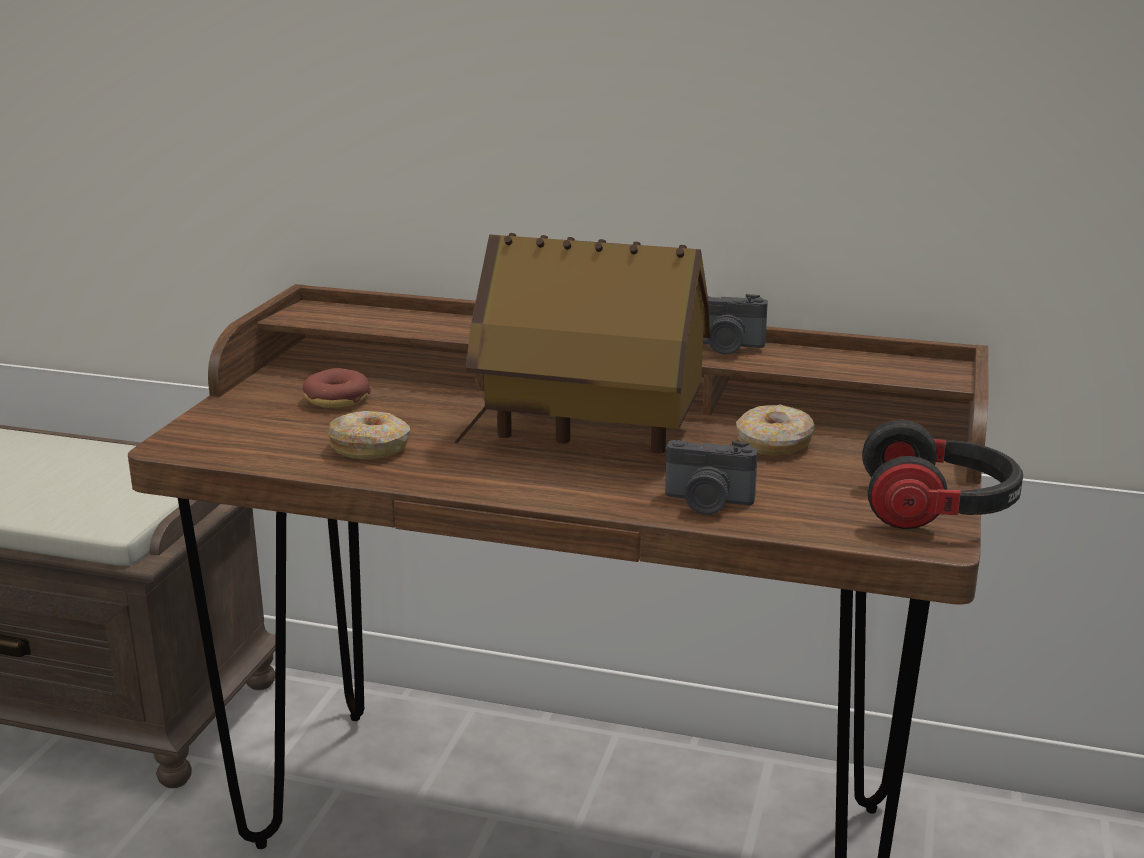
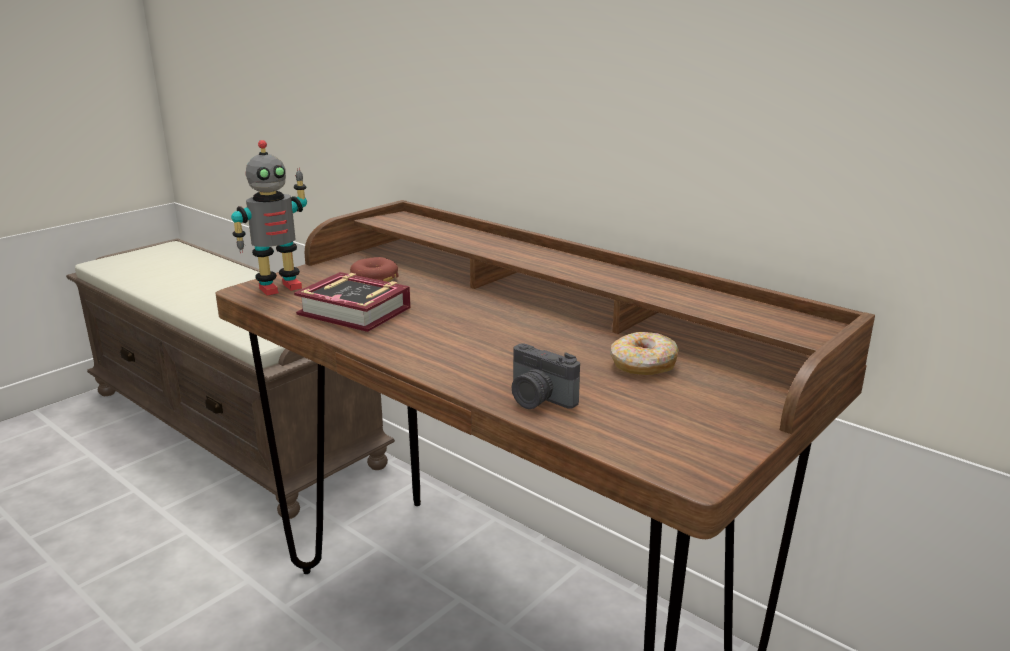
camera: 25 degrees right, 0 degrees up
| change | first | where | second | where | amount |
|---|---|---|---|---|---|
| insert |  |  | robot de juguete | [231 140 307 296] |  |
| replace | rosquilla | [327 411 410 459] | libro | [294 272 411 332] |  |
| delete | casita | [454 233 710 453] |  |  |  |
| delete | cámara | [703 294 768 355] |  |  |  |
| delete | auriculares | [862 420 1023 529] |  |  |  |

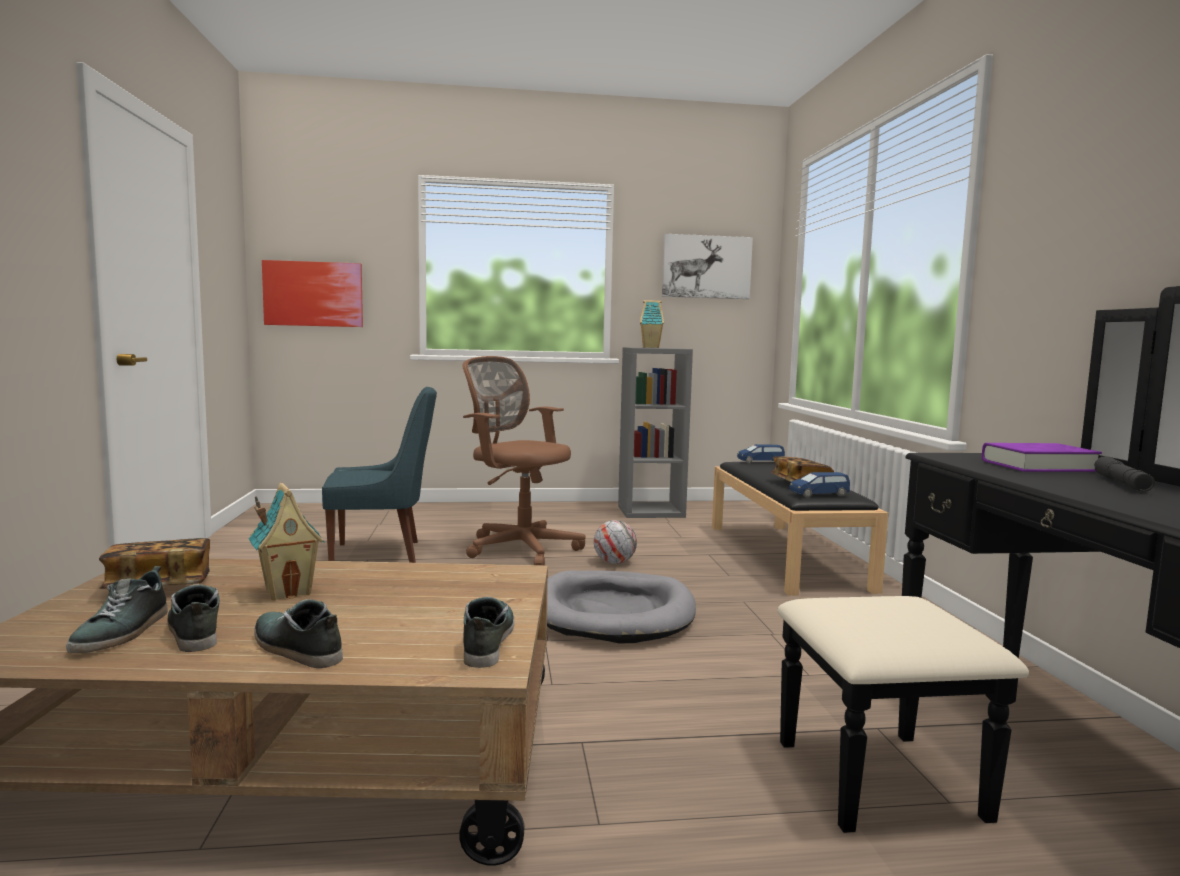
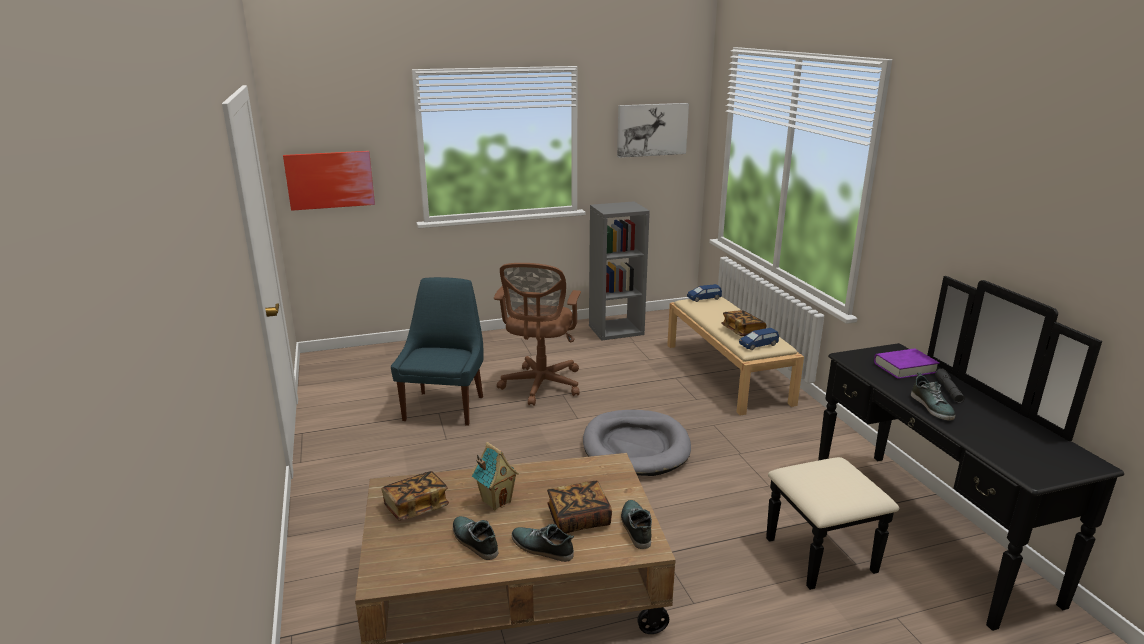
camera: 10 degrees left, 15 degrees up
| change | first | where | second | where | amount |
|---|---|---|---|---|---|
| rotate | silla [azul] | [322 387 437 563] |  | [391 277 484 426] | 60 degrees counterclockwise |
| rotate | silla de oficina [marrón] | [462 356 586 565] |  | [494 263 581 406] | 105 degrees counterclockwise |
| insert |  |  | libro | [547 481 612 534] |  |
| recolor | banco [negro] | [712 462 888 596] | banco [beis] | [667 297 804 416] |  |
| move | zapato | [66 566 168 653] |  | [911 372 955 420] |  |
| delete | balón de fútbol | [594 520 637 564] |  |  |  |
| delete | casita | [640 300 664 348] |  |  |  |

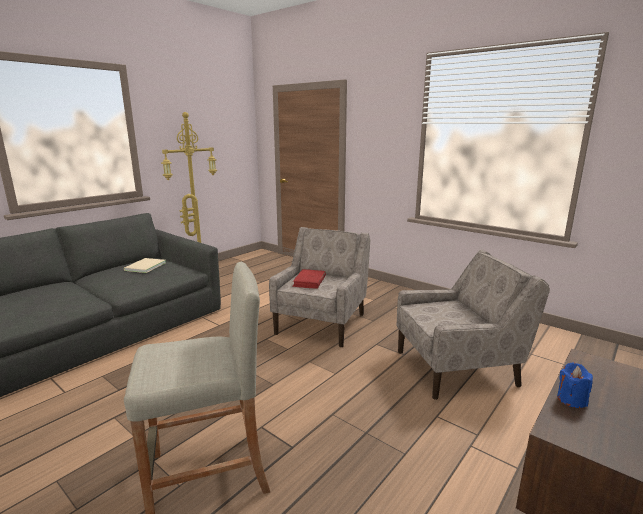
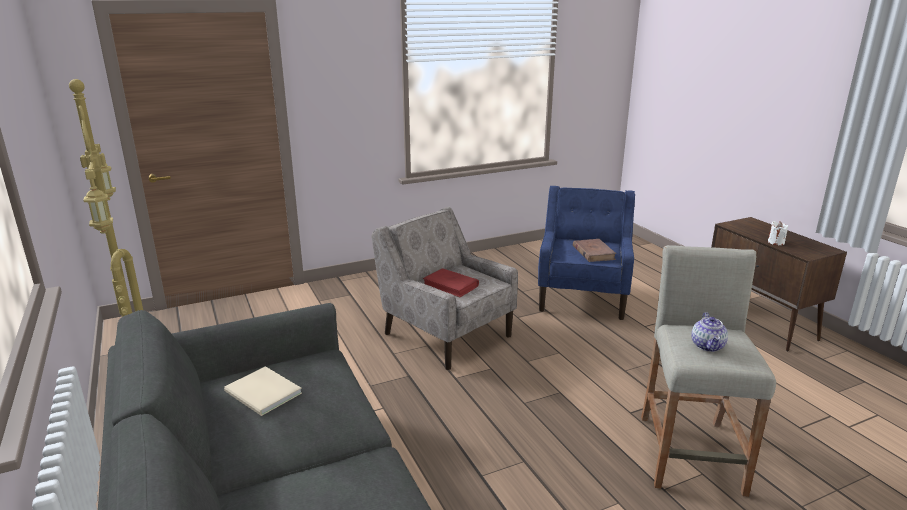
camera: 65 degrees left, 5 degrees up
| change | first | where | second | where | amount |
|---|---|---|---|---|---|
| recolor | sillón [beis] | [396 250 550 400] | sillón [azul] | [538 186 635 320] |  |
| insert |  |  | libro [marrón] | [573 239 616 262] |  |
| insert |  |  | tetera | [691 312 728 352] |  |
| recolor | vela [azul] | [557 363 593 408] | vela [blanco] | [768 221 788 245] |  |

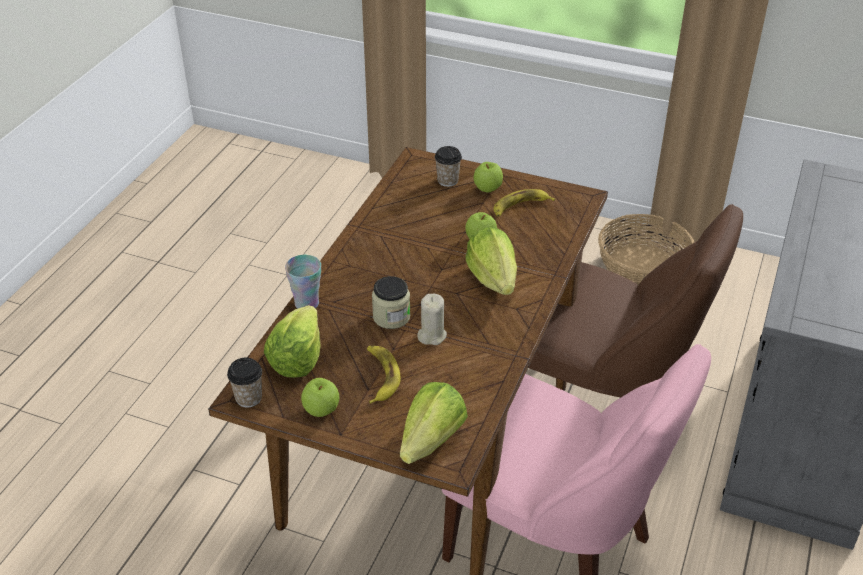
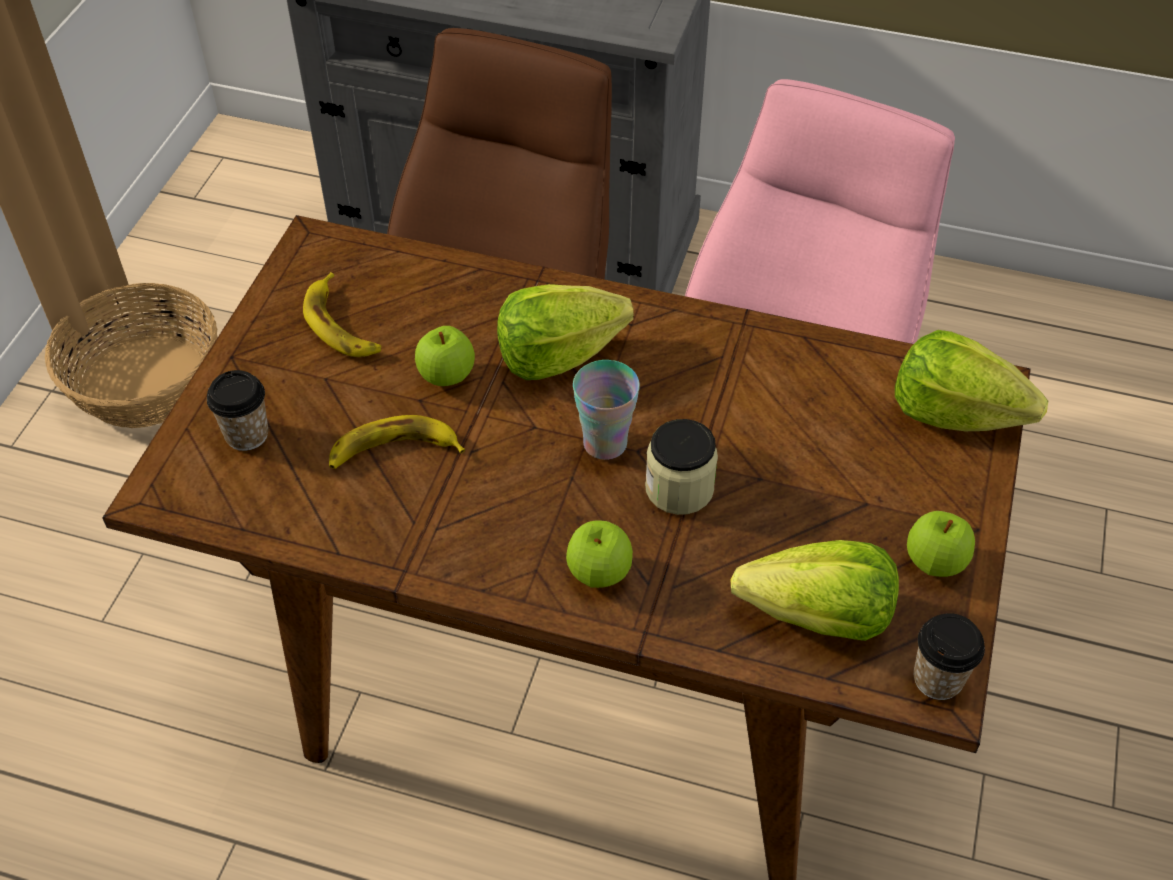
camera: 95 degrees left, 10 degrees up
| change | first | where | second | where | amount |
|---|---|---|---|---|---|
| move | plátano | [367 346 401 404] |  | [329 415 465 469] |  |
| move | manzana | [474 162 503 193] |  | [566 520 633 588] |  |
| move | taza | [285 255 321 309] |  | [573 360 640 460] |  |
| delete | vela [beis] | [417 294 447 345] |  |  |  |

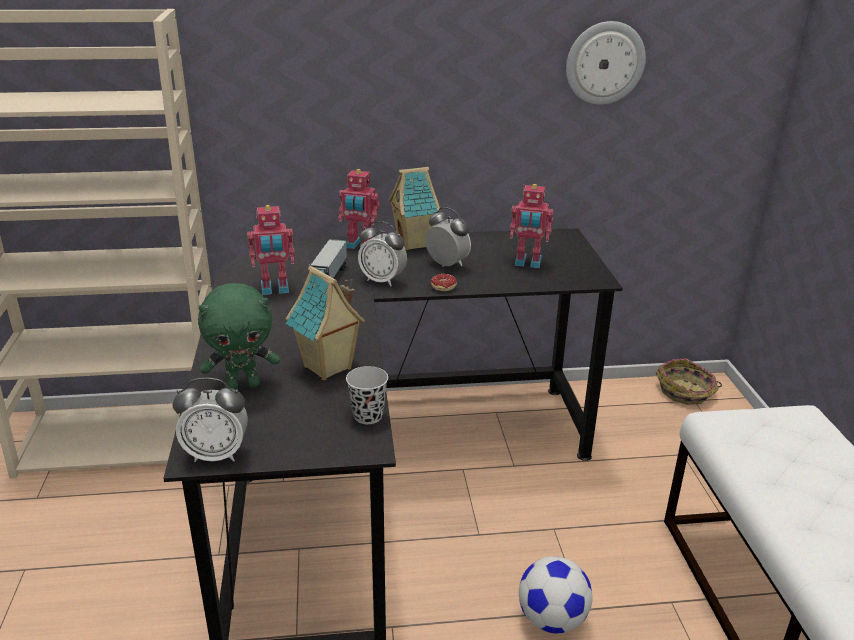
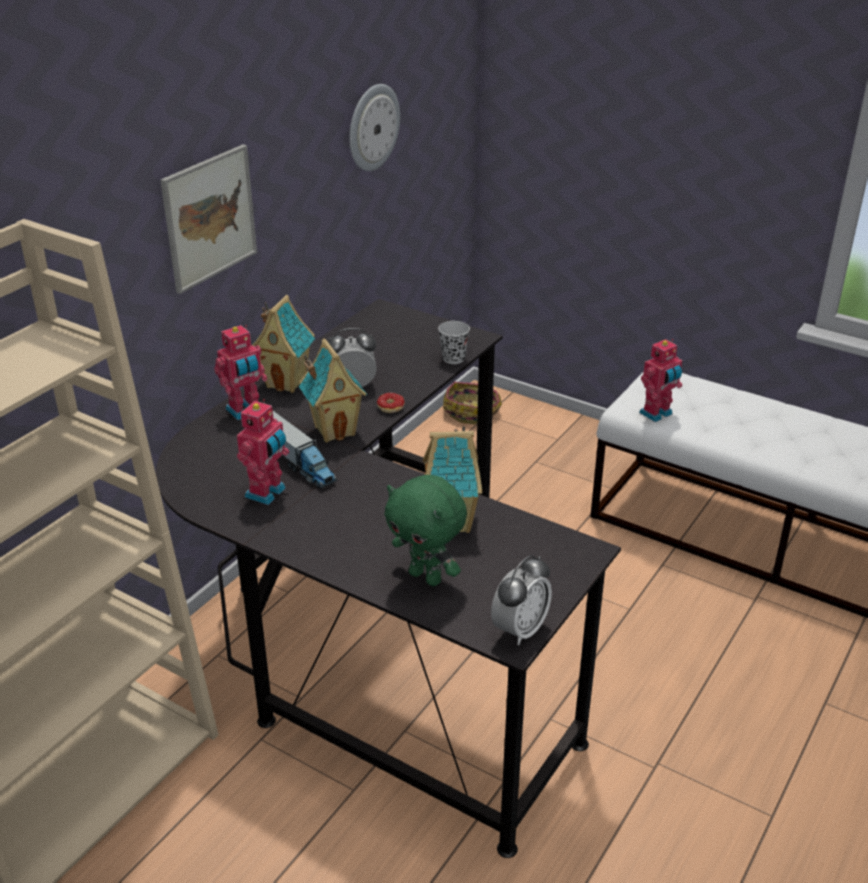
camera: 50 degrees left, 5 degrees up
| change | first | where | second | where | amount |
|---|---|---|---|---|---|
| insert |  |  | cuadro | [160 144 257 294] |  |
| replace | despertador | [358 221 407 286] | casita | [299 339 367 443] |  |
| rotate | peluche [verde] | [198 283 280 389] |  | [385 475 467 586] | 105 degrees clockwise |
| move | taza [negro] | [346 366 388 424] |  | [438 321 470 364] |  |
| move | robot de juguete | [510 184 554 268] |  | [639 339 682 422] |  |
| delete | balón de fútbol | [519 556 592 633] |  |  |  |

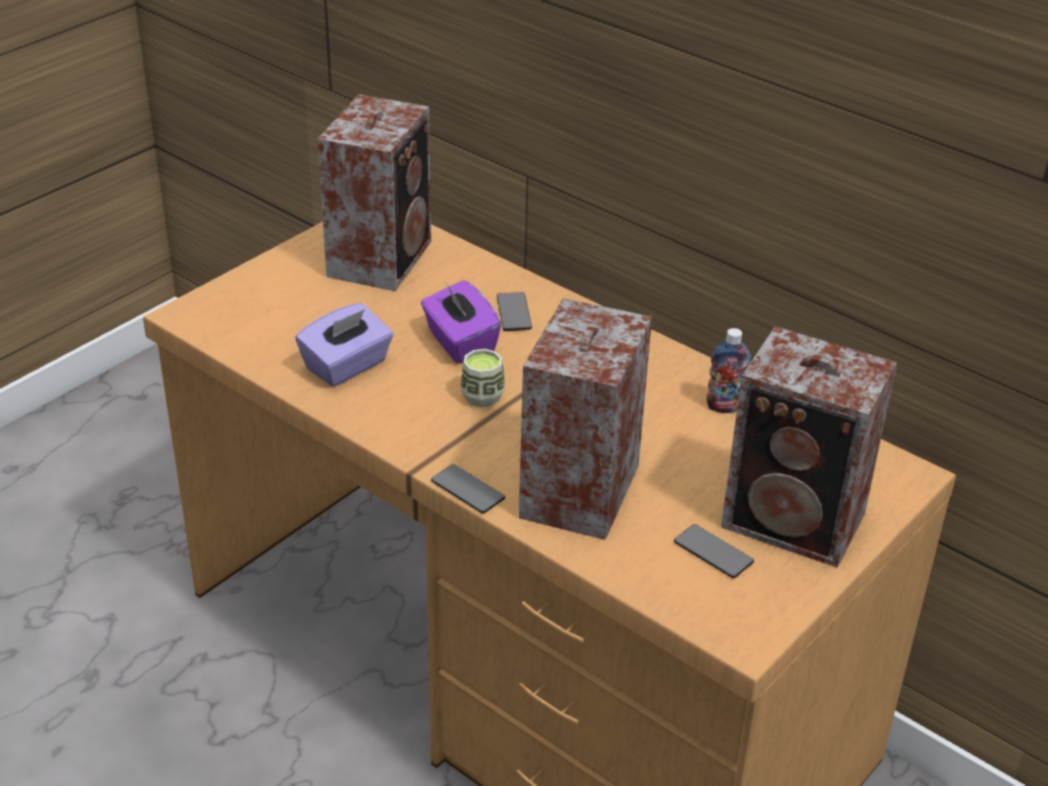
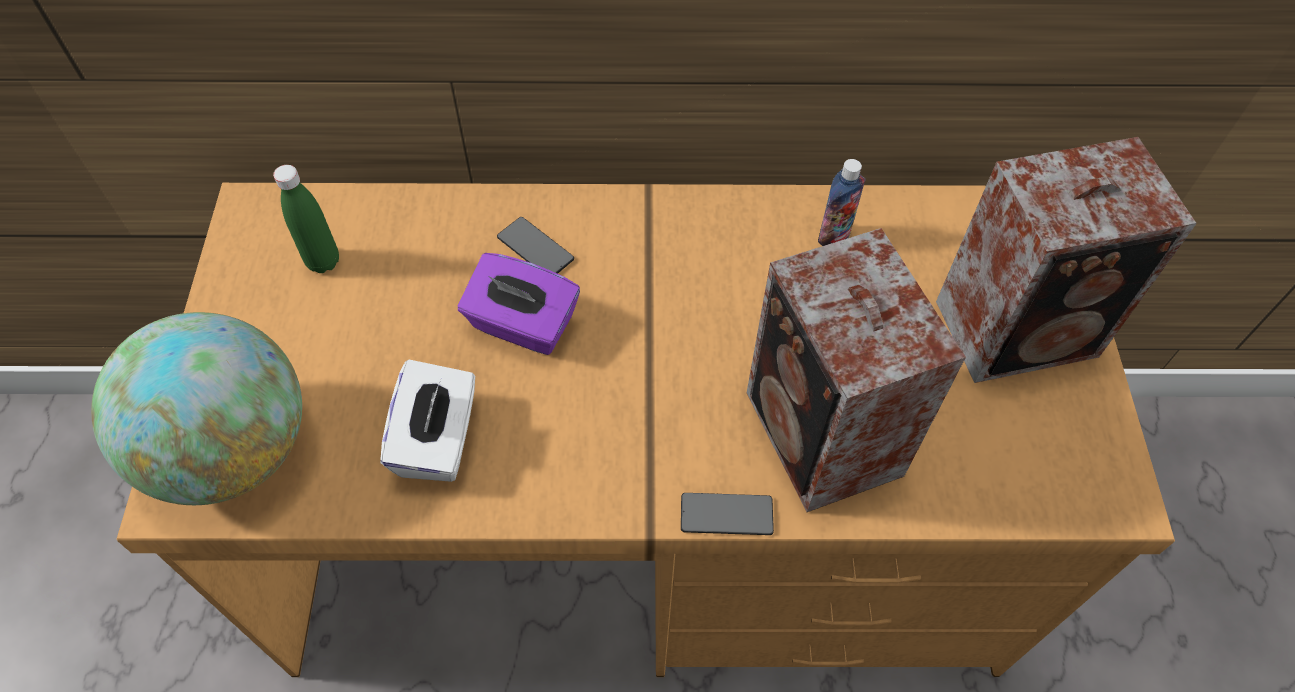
camera: 40 degrees left, 20 degrees up
| change | first | where | second | where | amount |
|---|---|---|---|---|---|
| insert |  |  | globo terráqueo | [91 312 302 505] |  |
| replace | altavoz | [317 94 431 291] | botella [verde] | [273 165 339 273] |  |
| recolor | caja de pañuelos [morado] | [295 303 394 387] | caja de pañuelos [blanco] | [380 360 475 482] |  |
| delete | taza | [460 349 505 407] |  |  |  |
| delete | móvil | [674 524 754 578] |  |  |  |

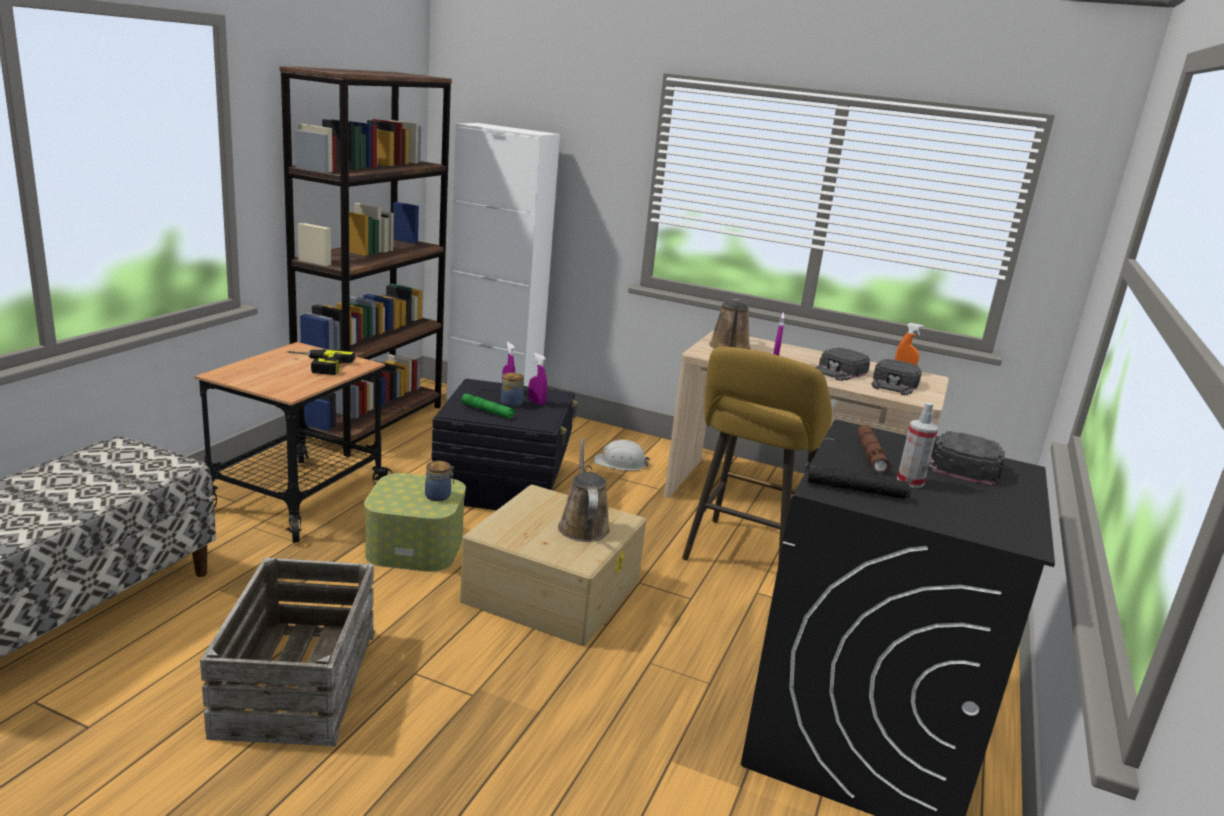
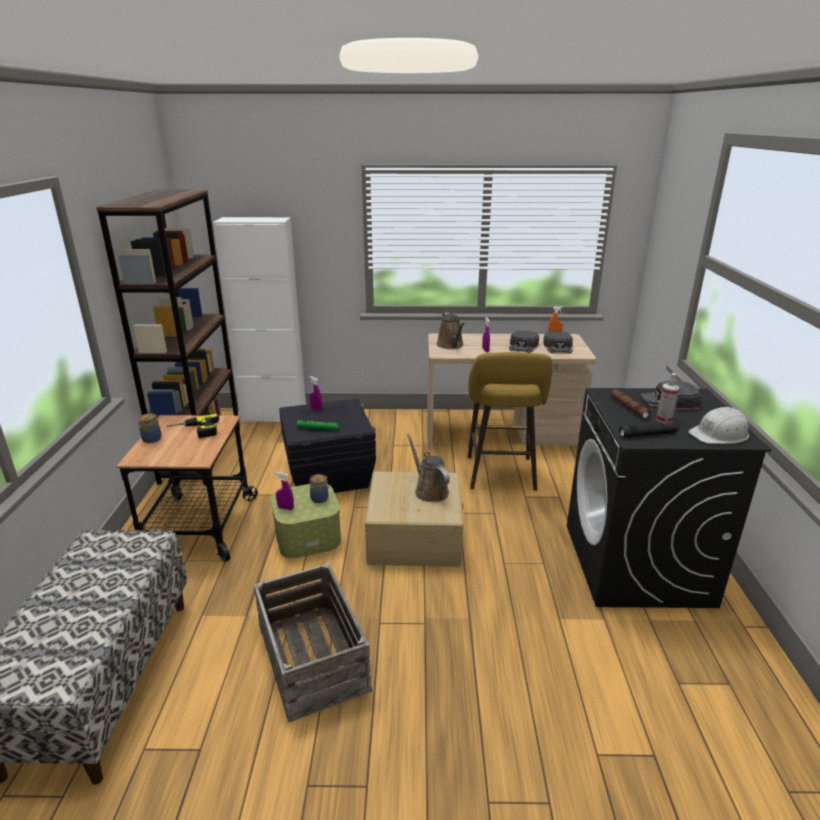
camera: 20 degrees left, 5 degrees up
| change | first | where | second | where | amount |
|---|---|---|---|---|---|
| move | tarro | [501 372 524 407] |  | [137 414 161 443] |  |
| move | pulverizador [morado] | [529 353 547 405] |  | [275 472 294 510] |  |
| move | casco [blanco] | [594 440 650 471] |  | [688 407 749 444] |  |

